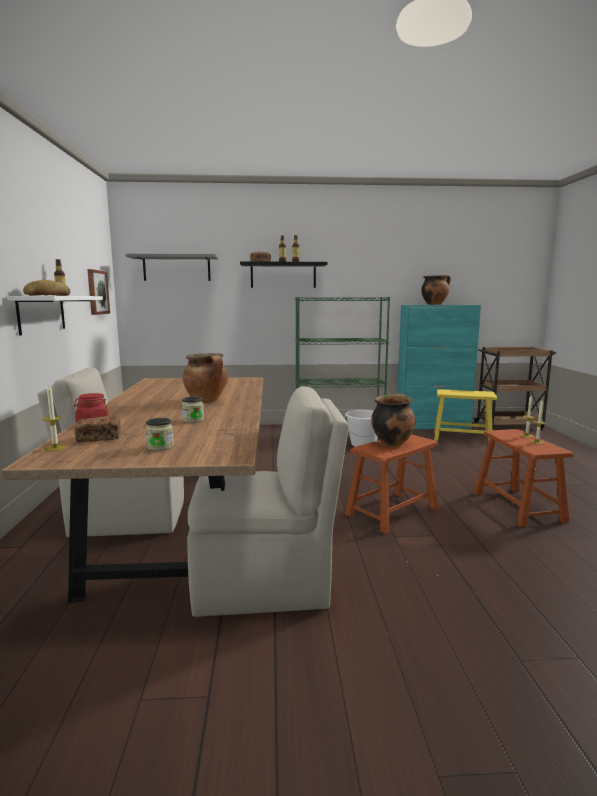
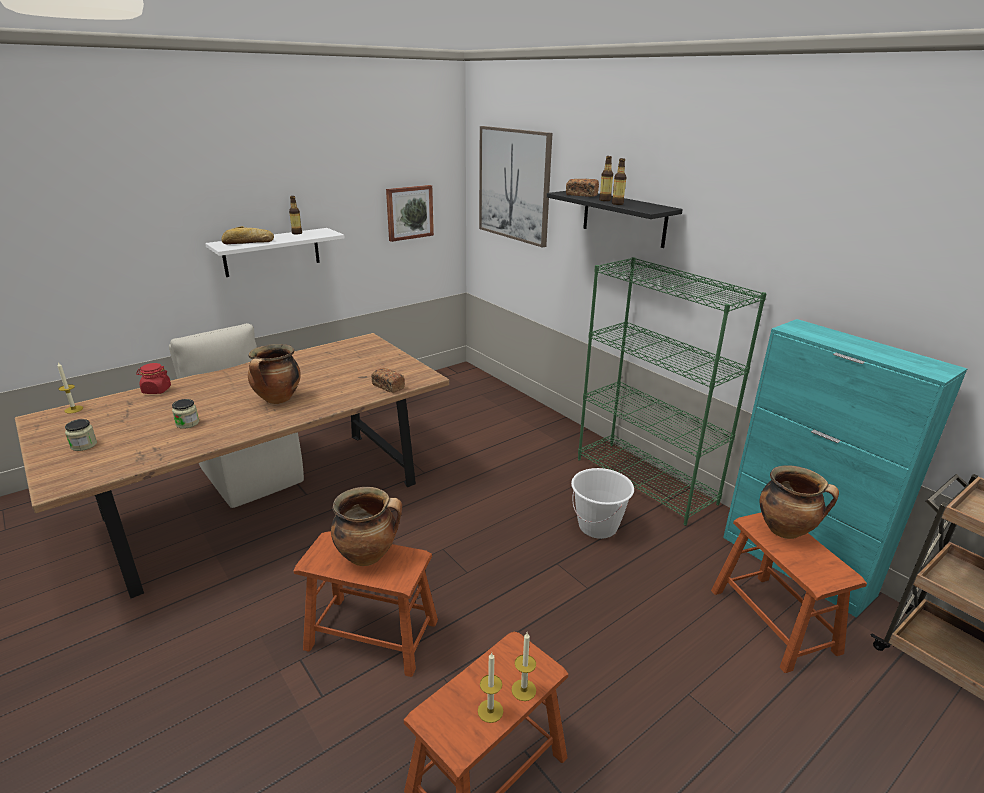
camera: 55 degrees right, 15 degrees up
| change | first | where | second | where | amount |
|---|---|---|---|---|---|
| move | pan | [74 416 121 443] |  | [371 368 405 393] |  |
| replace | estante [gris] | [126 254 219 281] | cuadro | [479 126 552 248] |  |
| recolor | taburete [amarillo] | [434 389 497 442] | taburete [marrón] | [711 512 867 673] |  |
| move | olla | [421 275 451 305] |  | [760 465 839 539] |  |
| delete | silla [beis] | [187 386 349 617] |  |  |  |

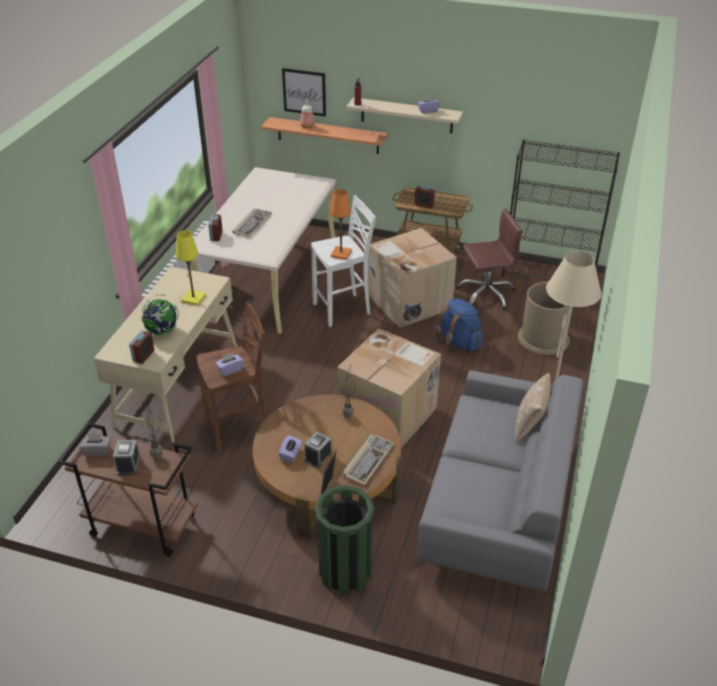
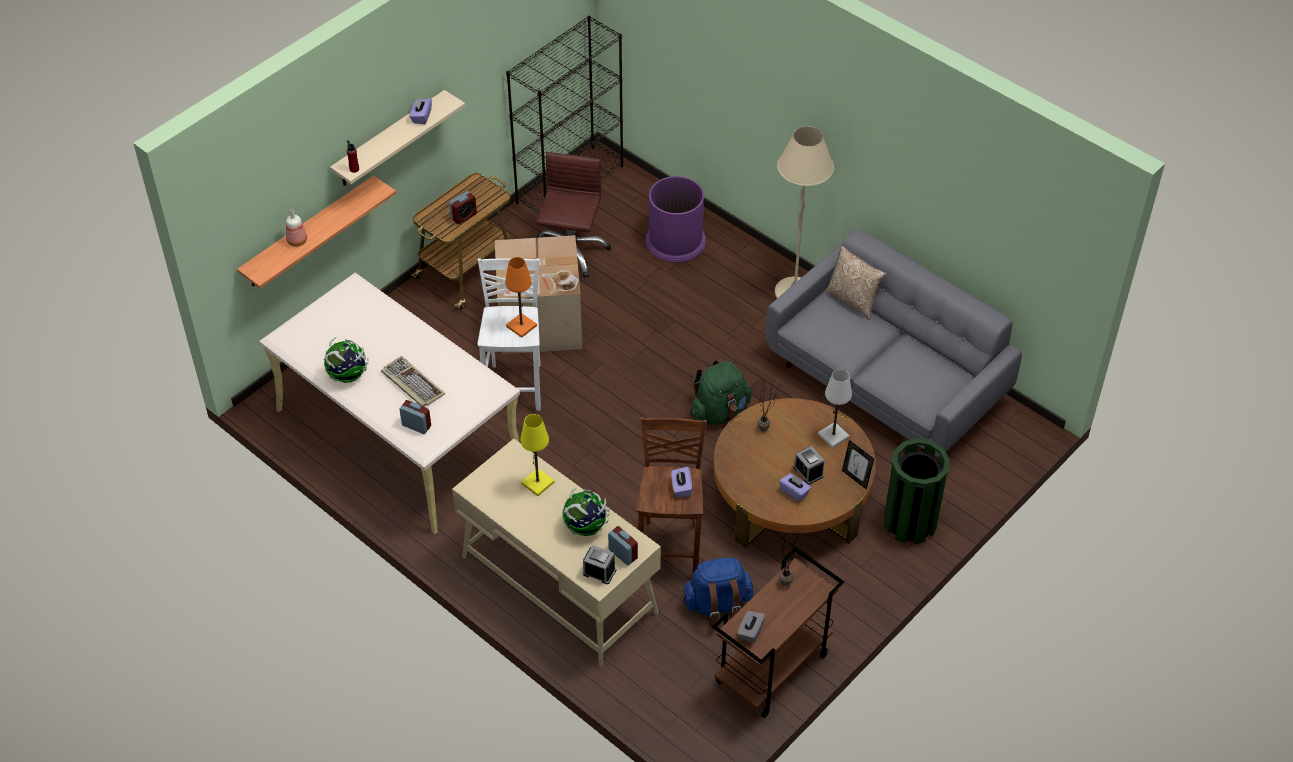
camera: 65 degrees left, 10 degrees up
| change | first | where | second | where | amount |
|---|---|---|---|---|---|
| insert |  |  | globo terráqueo | [323 337 369 383] |  |
| move | despertador | [113 440 141 475] |  | [582 545 616 584] |  |
| recolor | papelera [marrón] | [518 282 573 355] | papelera [morado] | [645 176 706 262] |  |
| move | mochila [azul] | [435 298 483 352] |  | [681 557 754 626] |  |
| replace | caja de cartón | [337 328 441 448] | mochila [verde] | [690 358 751 425] |  |
| replace | teclado | [342 434 394 486] | lámpara de mesa [blanco] | [818 369 852 448] |  |
| delete | cuadro | [282 68 326 117] |  |  |  |

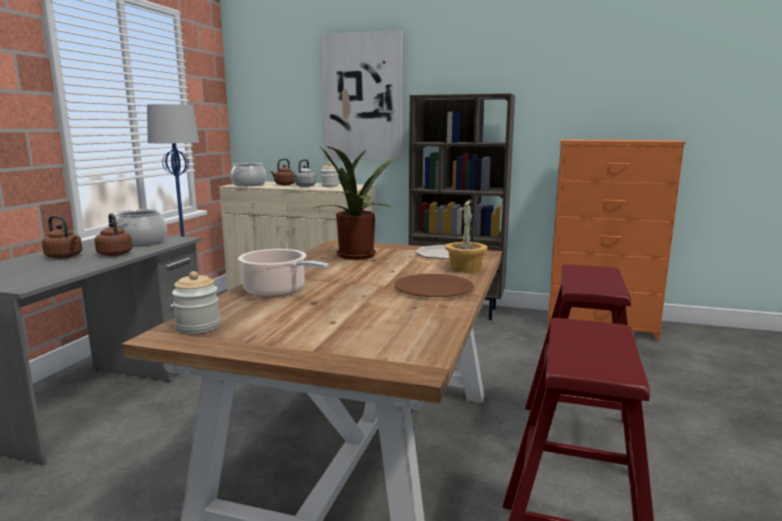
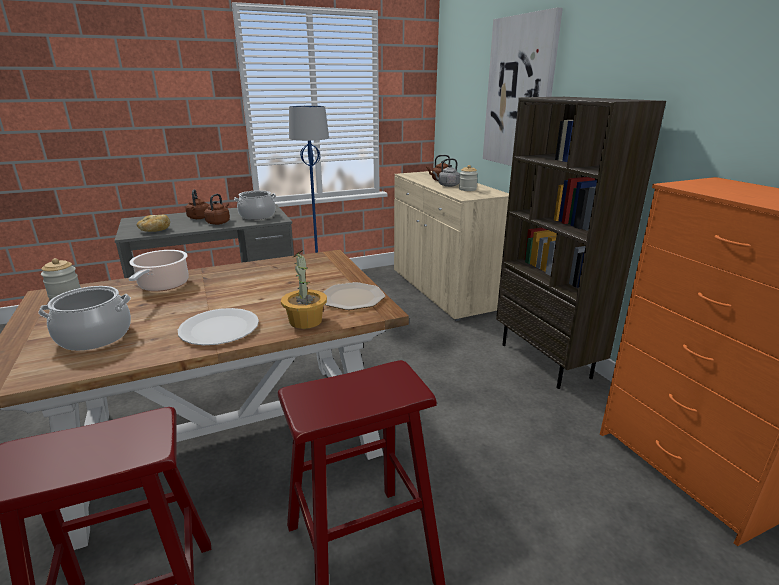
camera: 50 degrees right, 10 degrees up
| change | first | where | second | where | amount |
|---|---|---|---|---|---|
| move | olla | [231 163 266 186] |  | [38 286 131 351] |  |
| insert |  |  | pan | [137 215 170 232] |  |
| recolor | plato [marrón] | [394 274 474 297] | plato [blanco] | [178 308 259 345] |  |
| delete | planta en maceta | [310 146 399 260] |  |  |  |

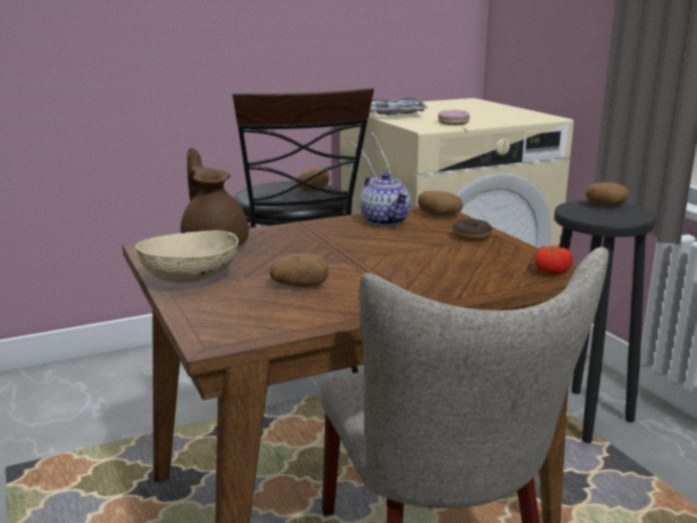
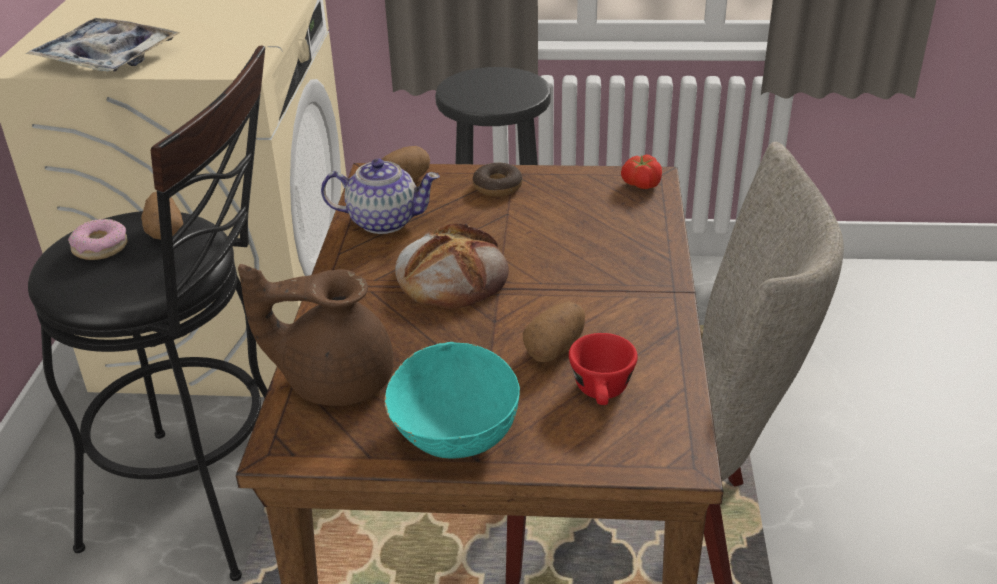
camera: 60 degrees left, 15 degrees up
| change | first | where | second | where | amount |
|---|---|---|---|---|---|
| move | rosquilla | [438 110 470 125] |  | [68 219 128 260] |  |
| recolor | cuenco [beis] | [135 230 239 283] | cuenco [turquesa] | [385 342 520 459] |  |
| insert |  |  | pan | [395 224 509 309] |  |
| insert |  |  | taza [rojo] | [569 333 638 405] |  |
| delete | patata | [586 182 629 206] |  |  |  |

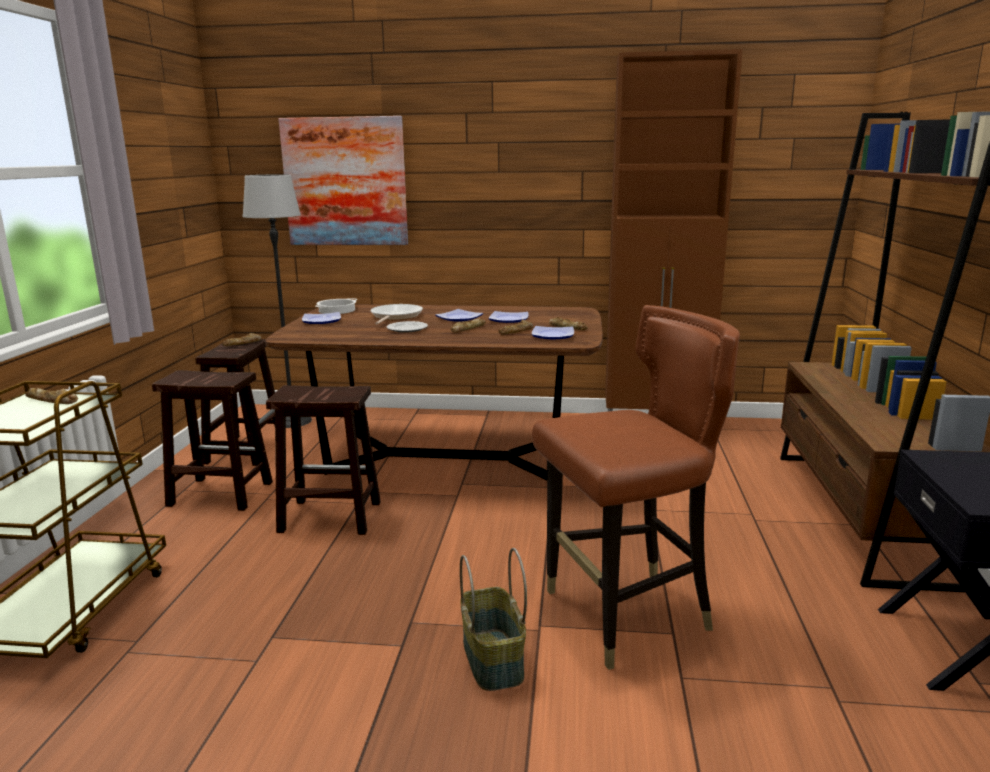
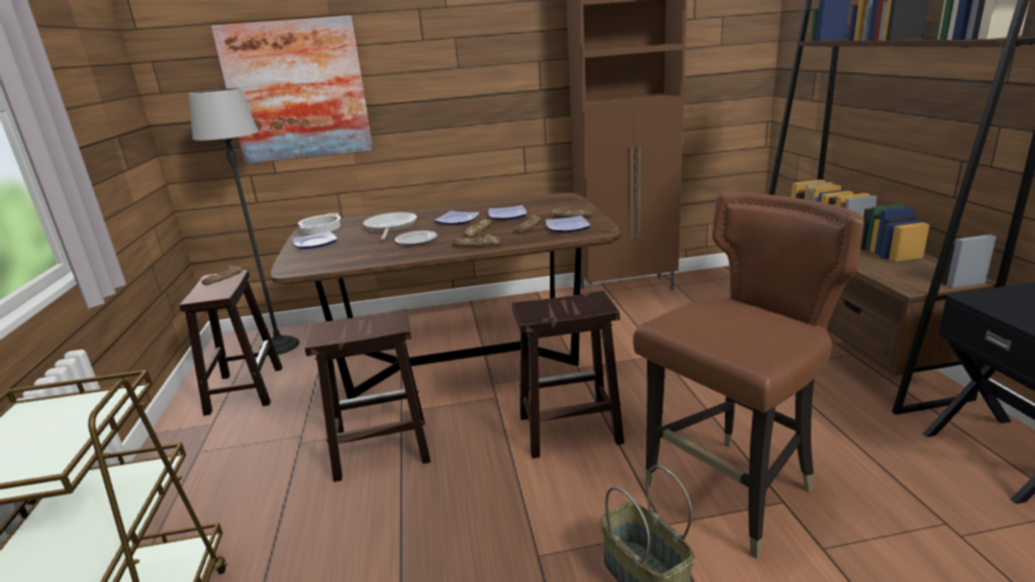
camera: 15 degrees left, 5 degrees up
| change | first | where | second | where | amount |
|---|---|---|---|---|---|
| move | pan | [25 388 78 404] |  | [452 234 501 247] |  |
| move | taburete [marrón] | [152 370 273 511] |  | [512 291 624 459] |  |

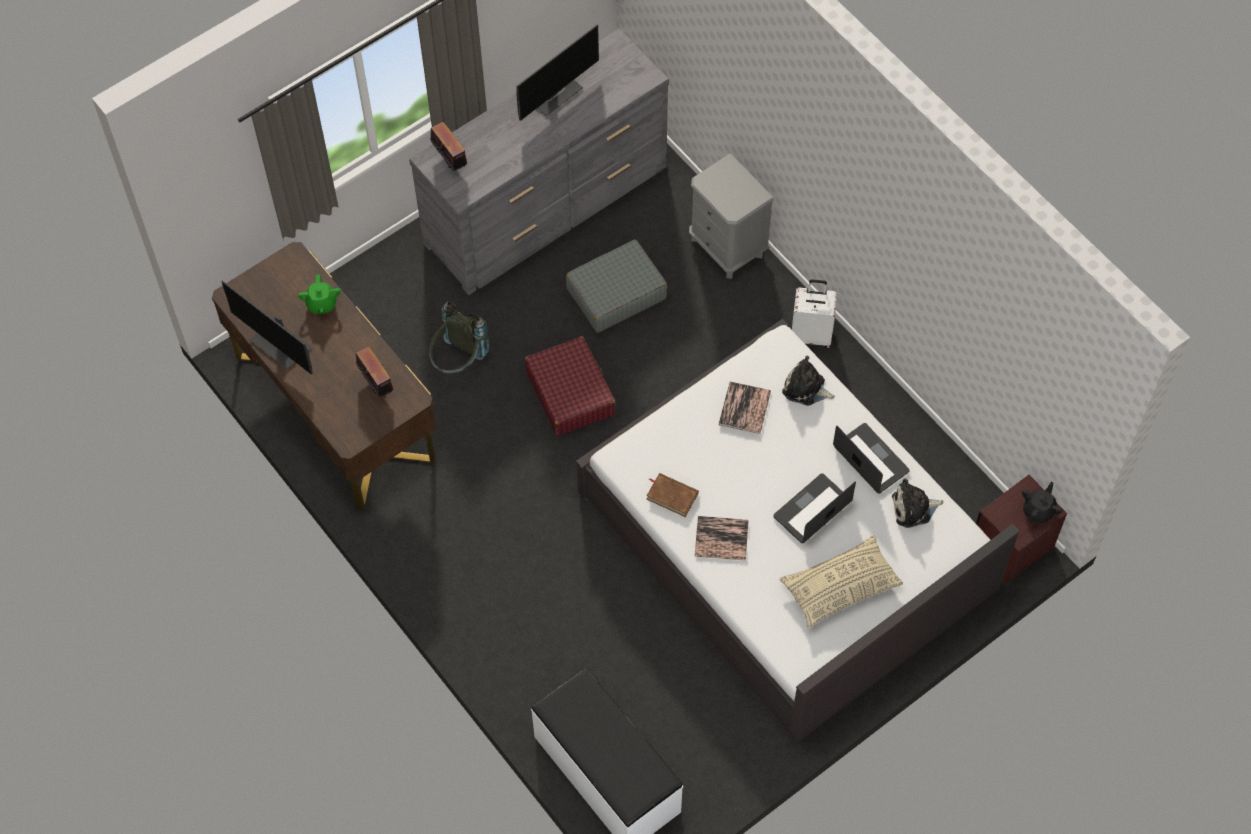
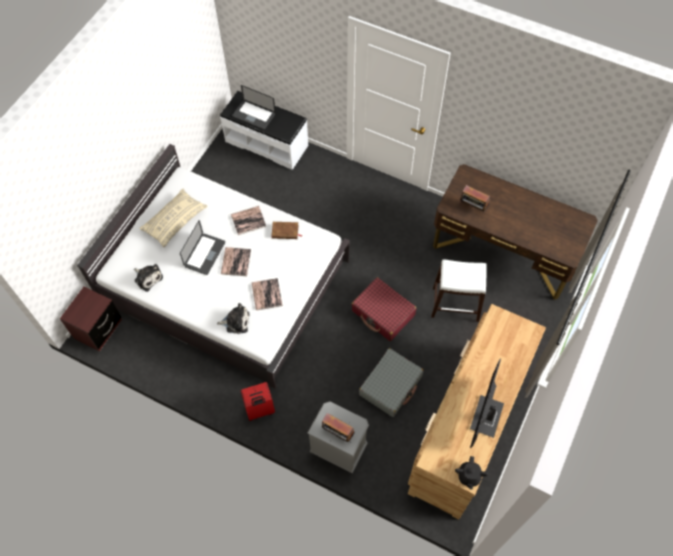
camera: 155 degrees right, 0 degrees up
| change | first | where | second | where | amount |
|---|---|---|---|---|---|
| rotate | peluche | [892 478 944 528] |  | [134 264 163 292] | 75 degrees clockwise |
| insert |  |  | libro | [221 247 251 276] |  |
| move | portátil | [833 423 910 494] |  | [232 85 276 130] |  |
| recolor | maleta [blanco] | [792 279 837 348] | maleta [rojo] | [241 382 275 421] |  |
| move | radio | [430 122 467 173] |  | [322 413 355 444] |  |
| recolor | cómoda [gris] | [409 29 669 295] | cómoda [marrón] | [408 304 546 520] |  |
| replace | mochila [gris] | [429 301 490 374] | taburete [blanco] | [431 259 486 322] |  |
| move | tetera [negro] | [1022 482 1062 523] |  | [455 456 488 490] |  |
| delete | monitor | [221 280 313 375] |  |  |  |
| delete | tetera [verde] | [298 275 341 314] |  |  |  |

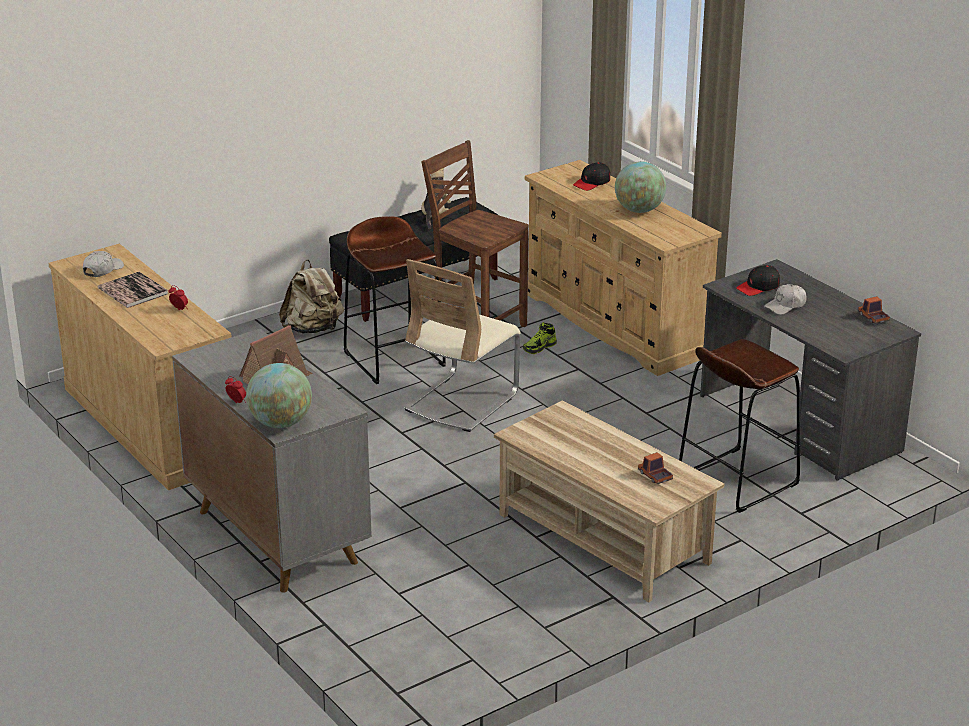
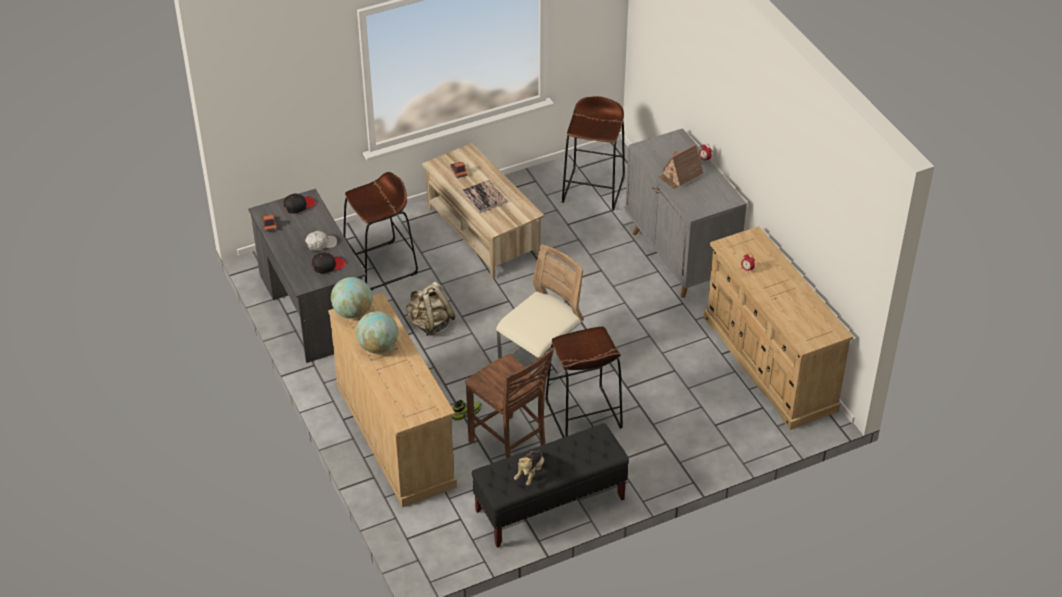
camera: 170 degrees left, 15 degrees up
| change | first | where | second | where | amount |
|---|---|---|---|---|---|
| move | gorra [negro] | [573 162 610 191] |  | [284 194 315 214] |  |
| move | globo terráqueo | [246 363 312 428] |  | [331 277 372 319] |  |
| move | mochila [beis] | [279 260 344 334] |  | [406 282 455 336] |  |
| move | libro | [98 272 168 308] |  | [462 180 508 213] |  |
| insert |  |  | taburete [marrón] | [562 96 625 211] |  |
| delete | gorra [blanco] | [83 251 124 277] |  |  |  |

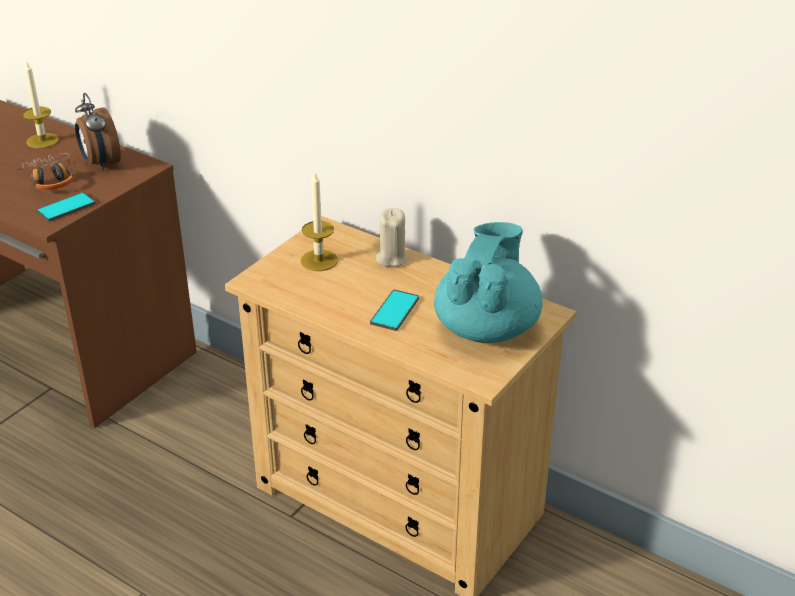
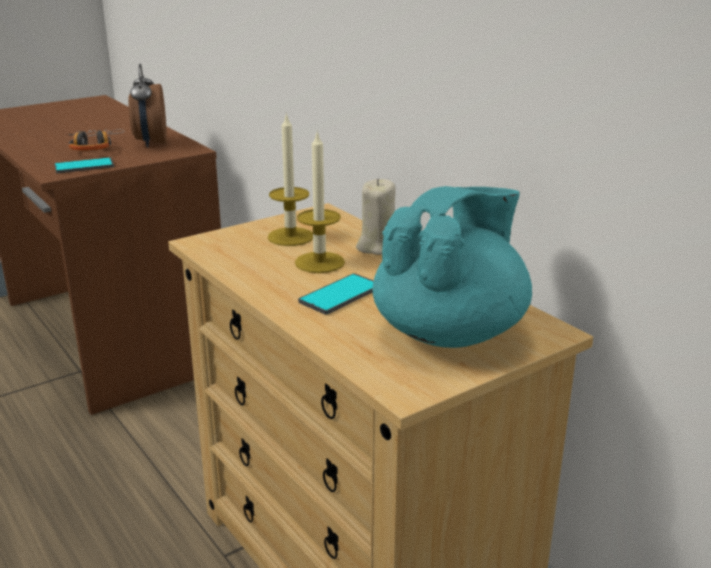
camera: 20 degrees right, 10 degrees down
| change | first | where | second | where | amount |
|---|---|---|---|---|---|
| move | vela | [23 61 59 148] |  | [295 130 345 273] |  |

